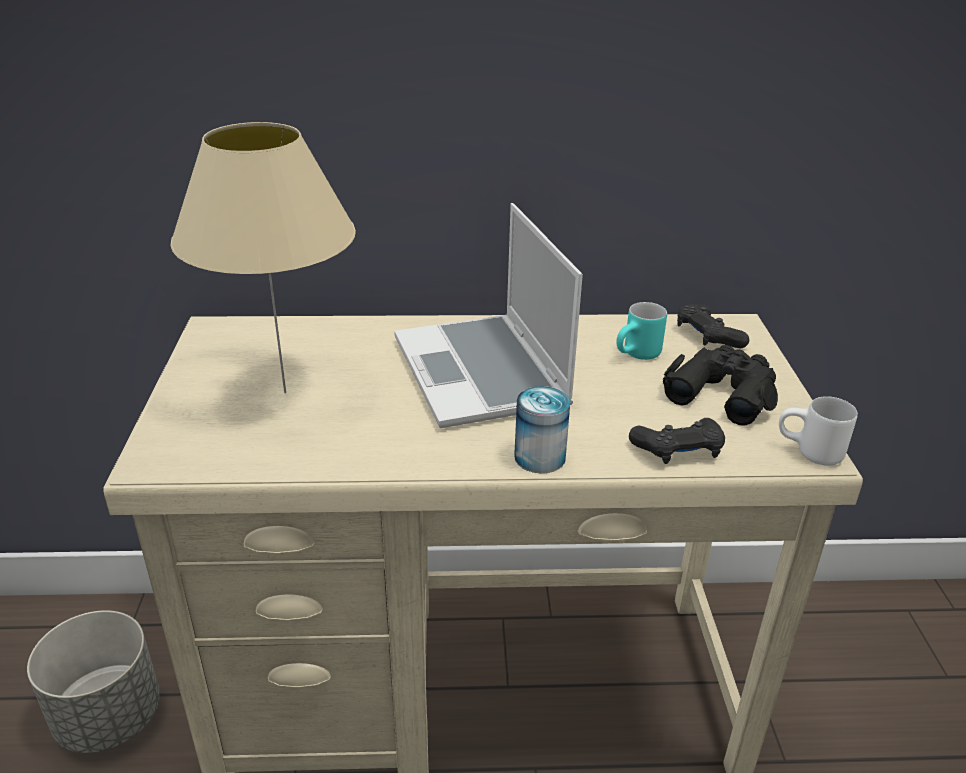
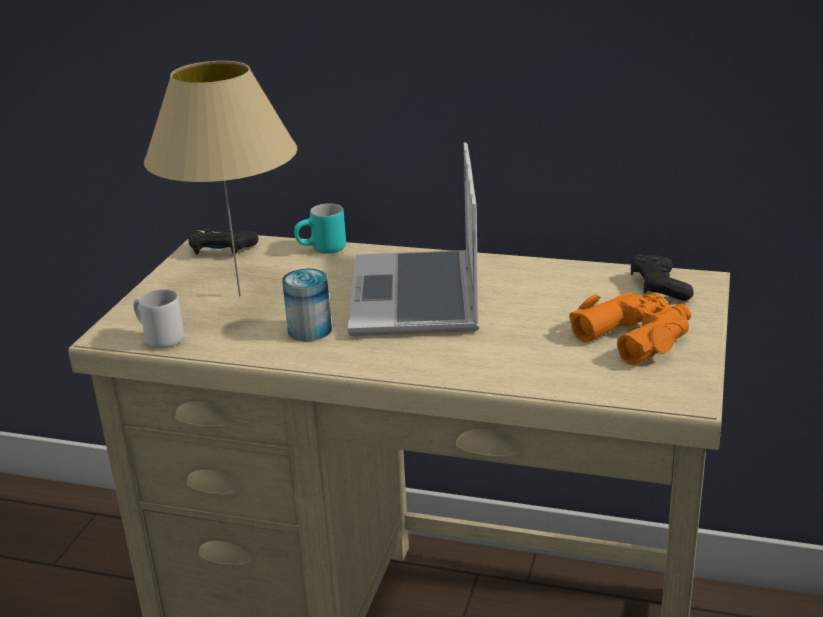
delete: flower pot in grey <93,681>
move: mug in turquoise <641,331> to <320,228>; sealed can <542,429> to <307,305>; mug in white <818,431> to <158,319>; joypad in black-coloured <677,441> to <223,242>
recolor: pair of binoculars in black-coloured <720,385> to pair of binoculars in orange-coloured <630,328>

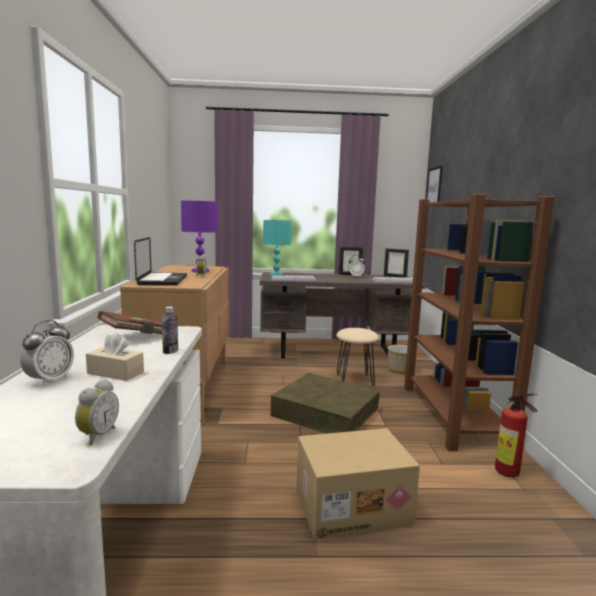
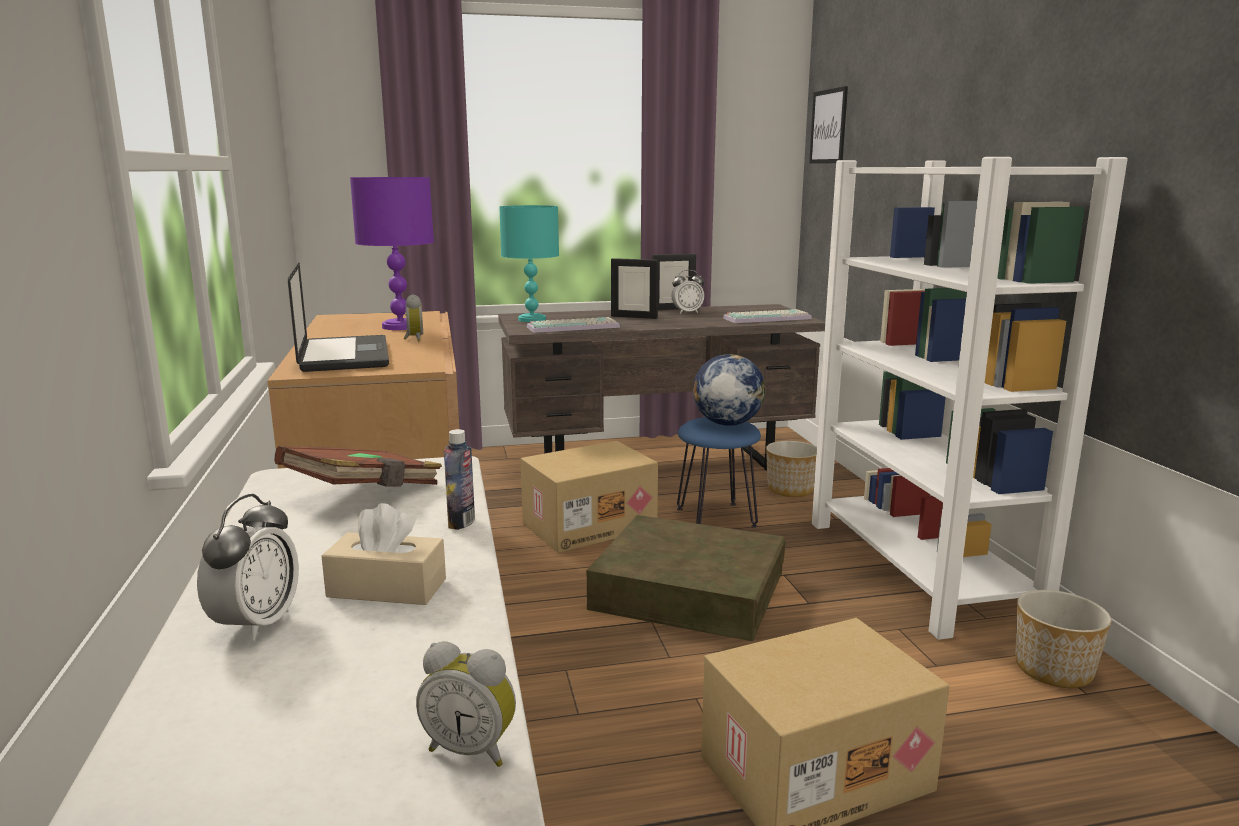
insert: globe <729,390>; packing box <589,497>
move: photo frame <396,263> to <634,288>
replace: fire-fighting cylinder <516,435> to flower pot <1063,639>
recolor: shelving unit in brown-coloured <479,322> to shelving unit in white <970,398>; stool seat in beige-coloured <357,357> to stool seat in blue <719,472>
rotate: table clock <97,412> = <466,704> 105 degrees clockwise

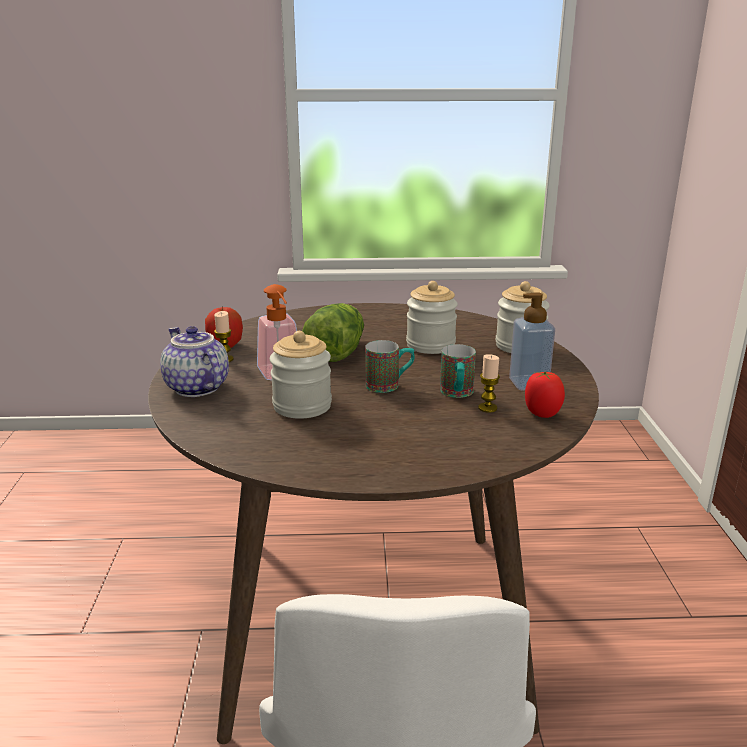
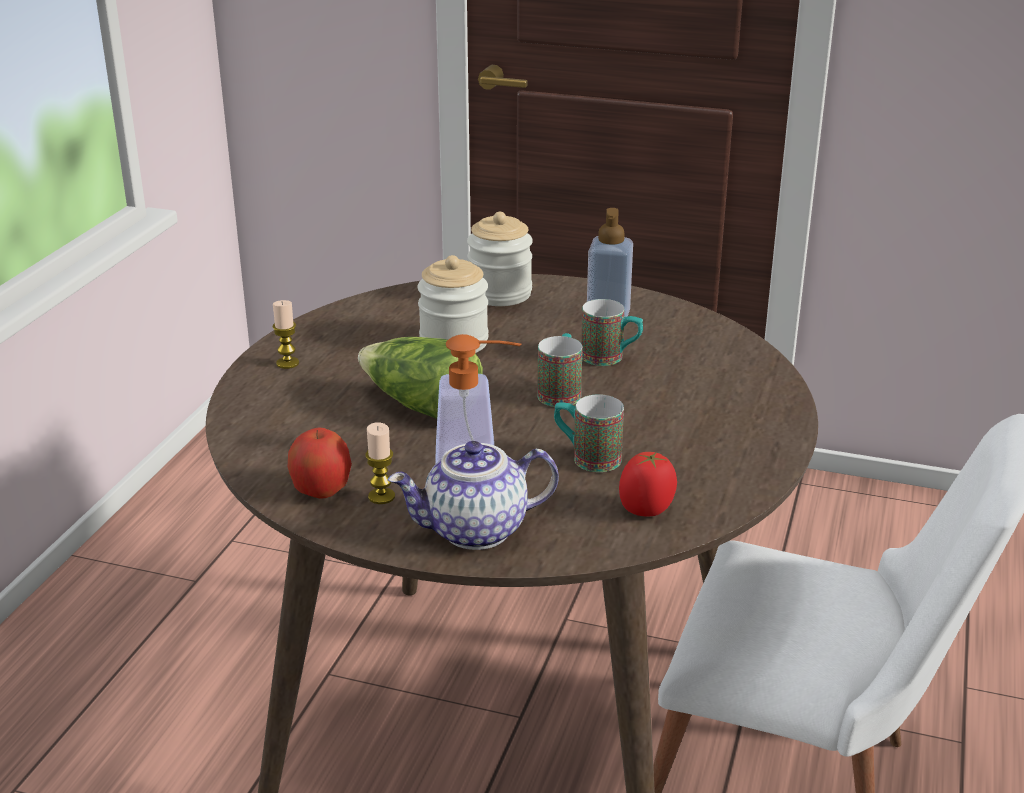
move: wax light <489,383> to <286,334>; fresh tomato <545,395> to <648,484>
replace: preserve jar <301,375> to mug <589,433>

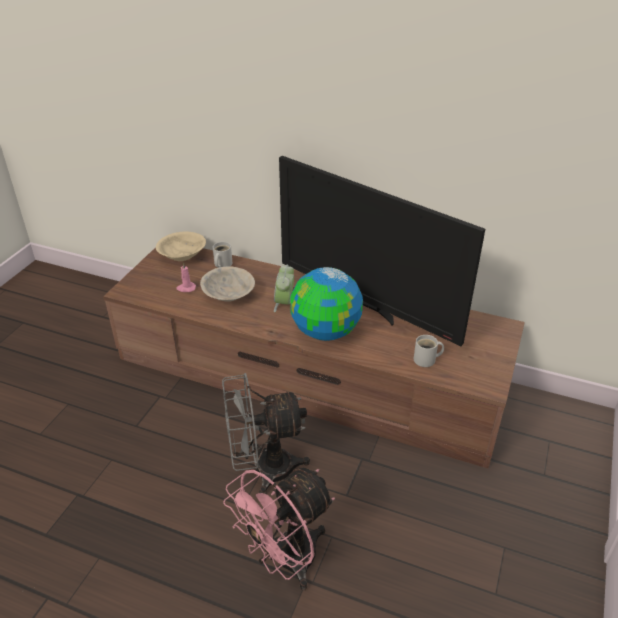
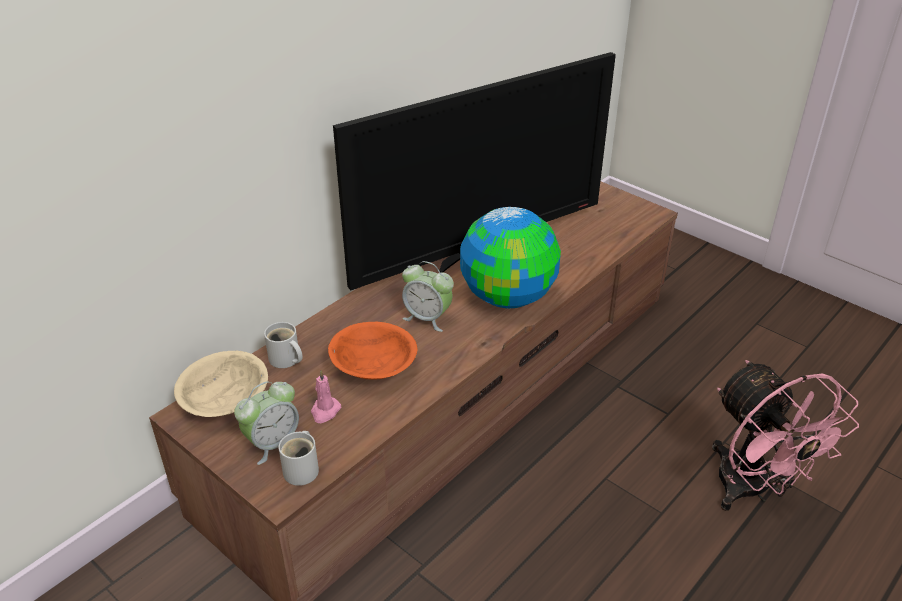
delete: fan in grey <266,433>
insert: table clock <266,423>
move: mug in white <429,351> to <298,458>
recolor: bowl in beige-coloured <227,284> to bowl in orange-coloured <373,351>

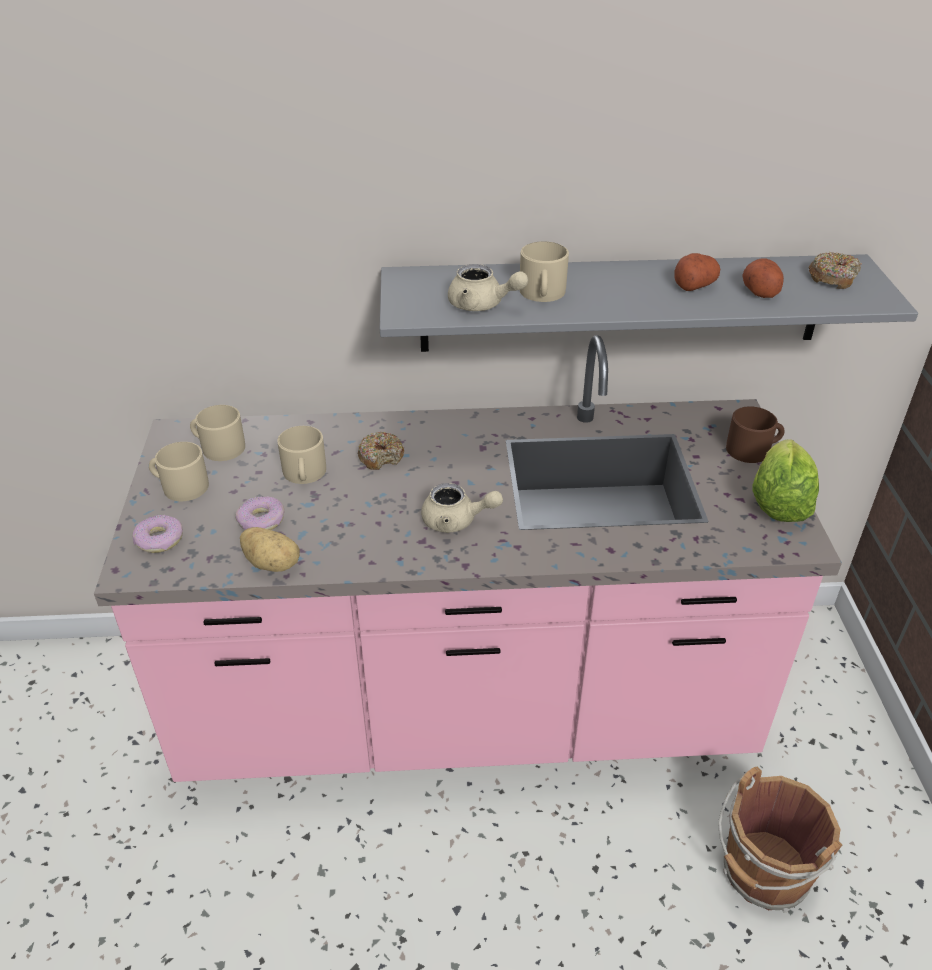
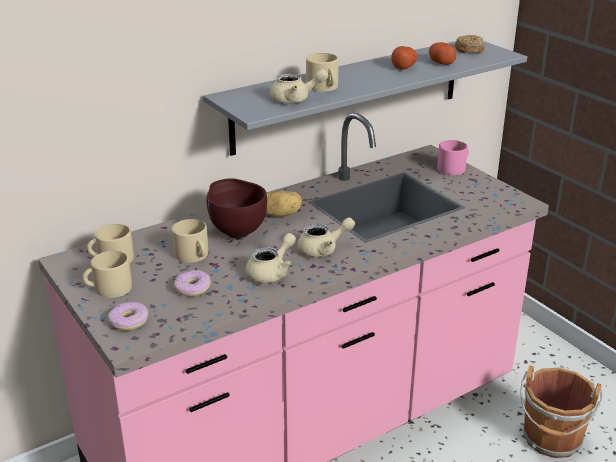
delete: lettuce <786,480>
insert: pot for tea in beige-coloured <270,258>
move: spud <270,549> to <284,204>
replace: doughnut <381,451> to bowl in brown-coloured <237,208>
recolor: mug in brown-coloured <755,434> to mug in pinkish <453,157>

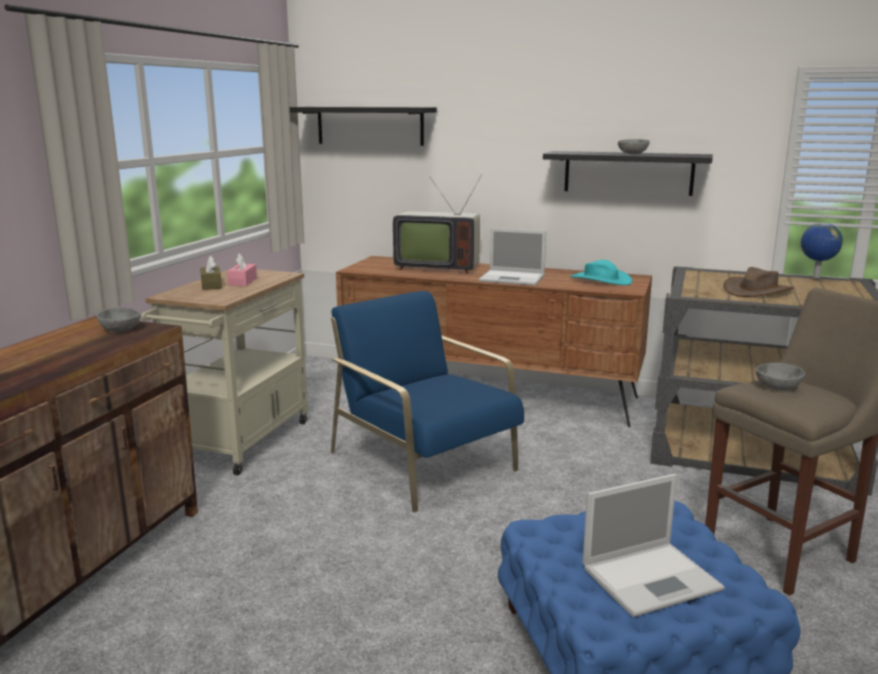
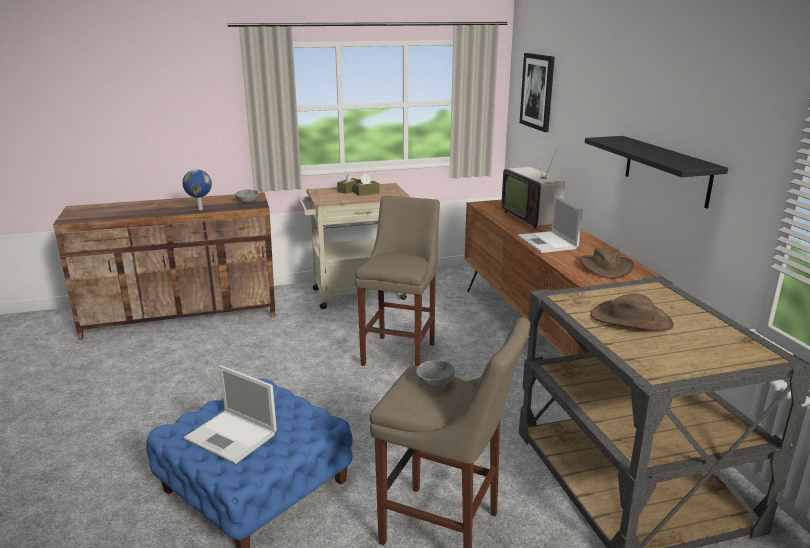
delete: bowl in grey <634,146>
move: globe <822,251> to <197,189>
replace: bracket shelf in black-coloured <363,126> to wall picture <537,92>; lounge chair in blue <427,402> to stool seat in beige-coloured <397,280>
recolor: tissue box in pinkish <242,269> to tissue box in brown-coloured <366,185>; clothing hat in turquoise <601,272> to clothing hat in brown-coloured <607,263>

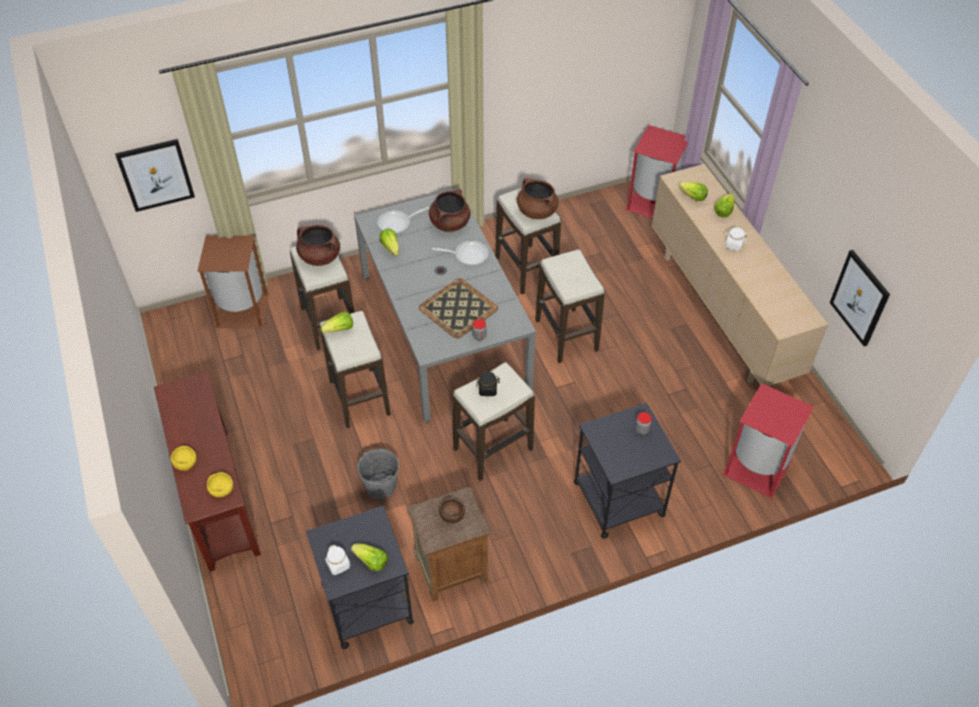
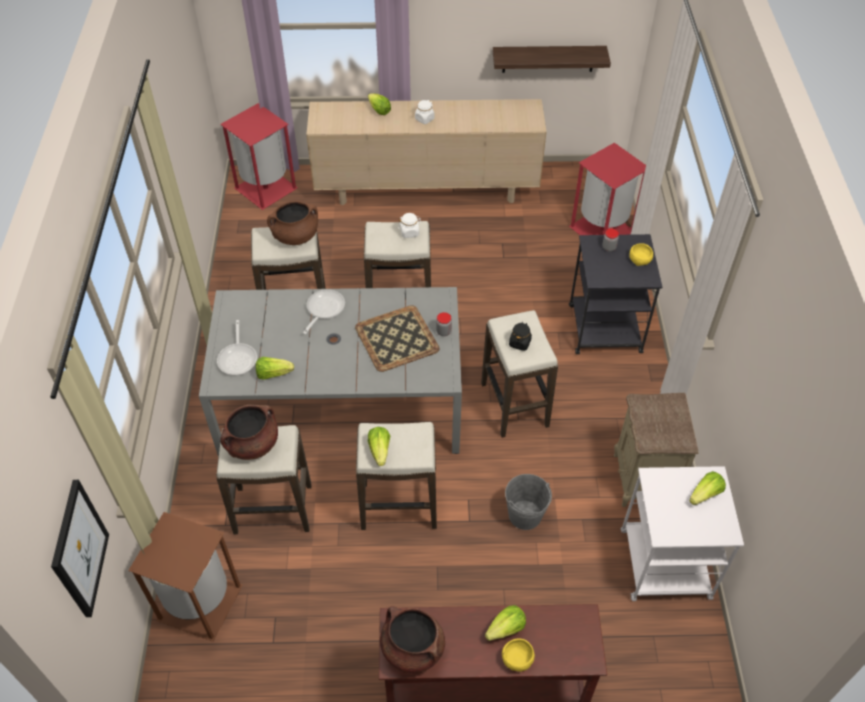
delete: bowl in brown-coloured <452,510>
move: lettuce <693,191> to <505,623>; stockpot in brown-coloured <449,210> to <412,640>; bowl in yellow-coloured <220,484> to <641,254>; preserve jar in white <337,560> to <409,225>
replace: wall picture <860,298> to bracket shelf <552,59>
recolor: cart in black-coloured <360,577> to cart in white <682,533>

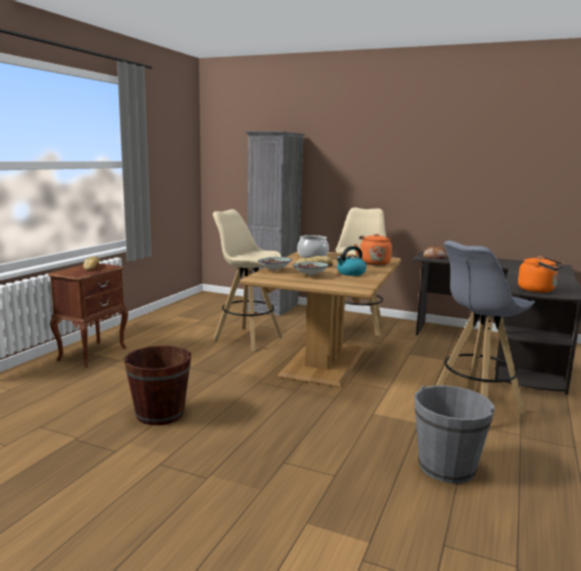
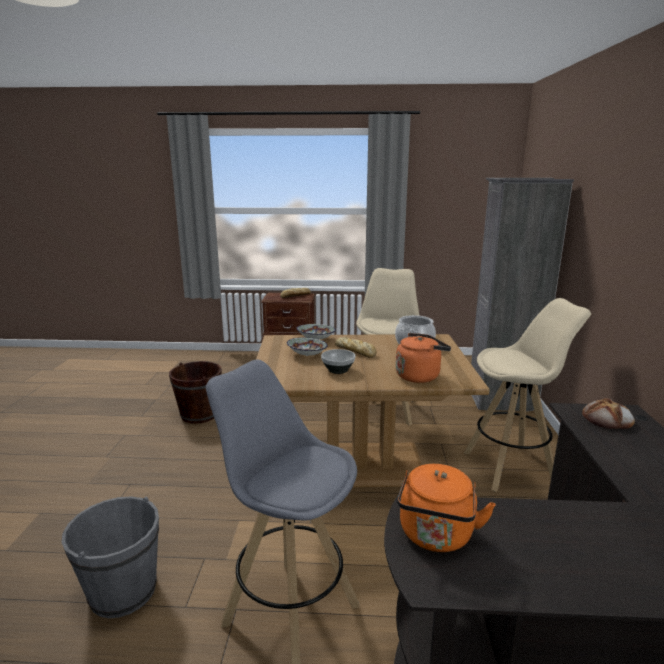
replace: water kettle <351,261> to bowl <338,361>

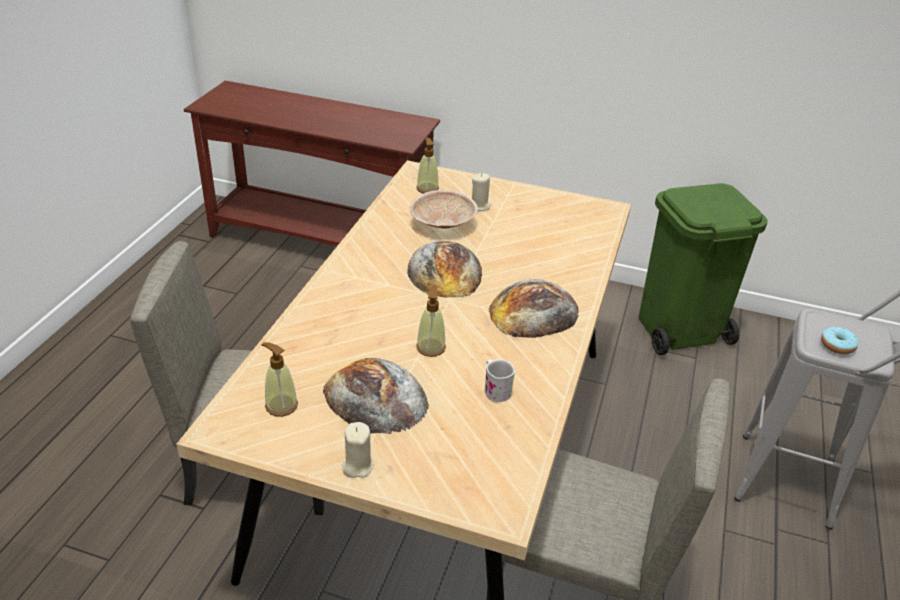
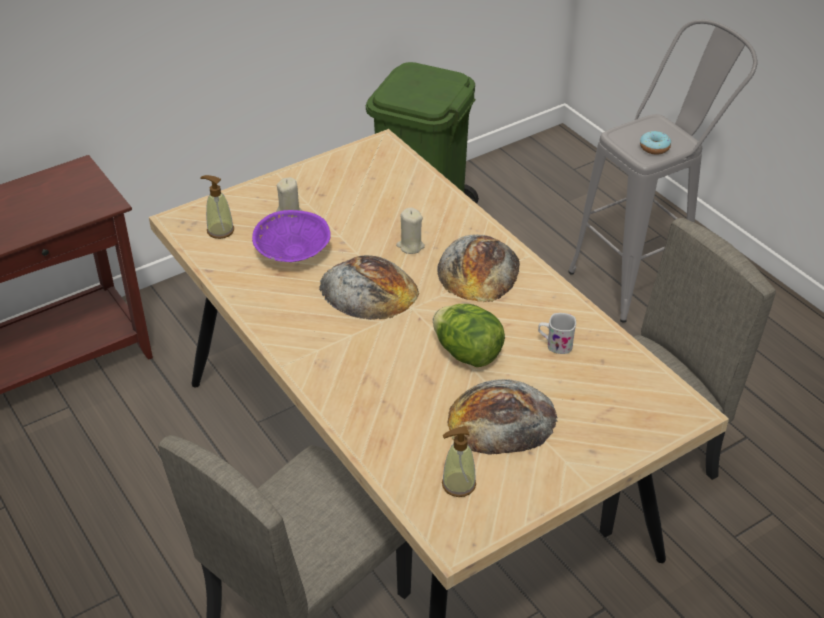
move: wax light in beige-coloured <358,450> to <410,230>
replace: soap dispenser <431,321> to lettuce <469,335>
recolor: bowl in beige-coloured <444,209> to bowl in purple <291,236>

